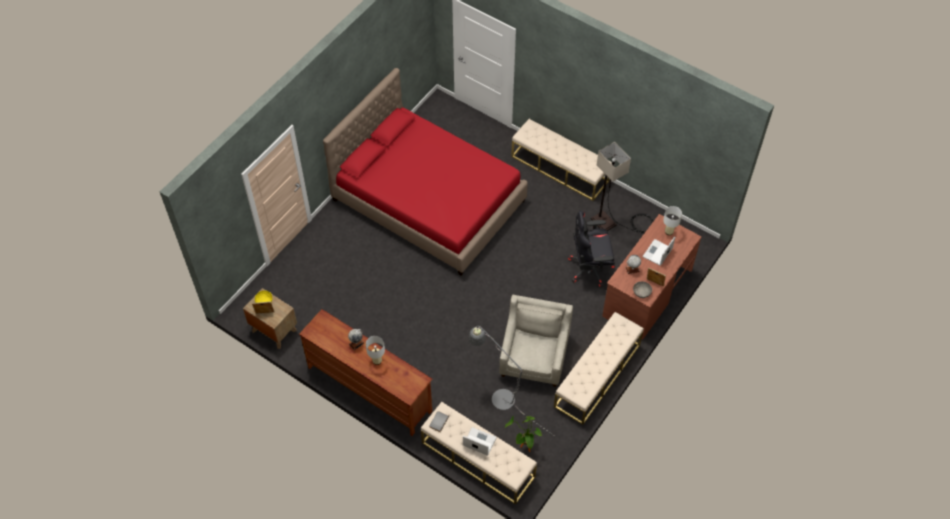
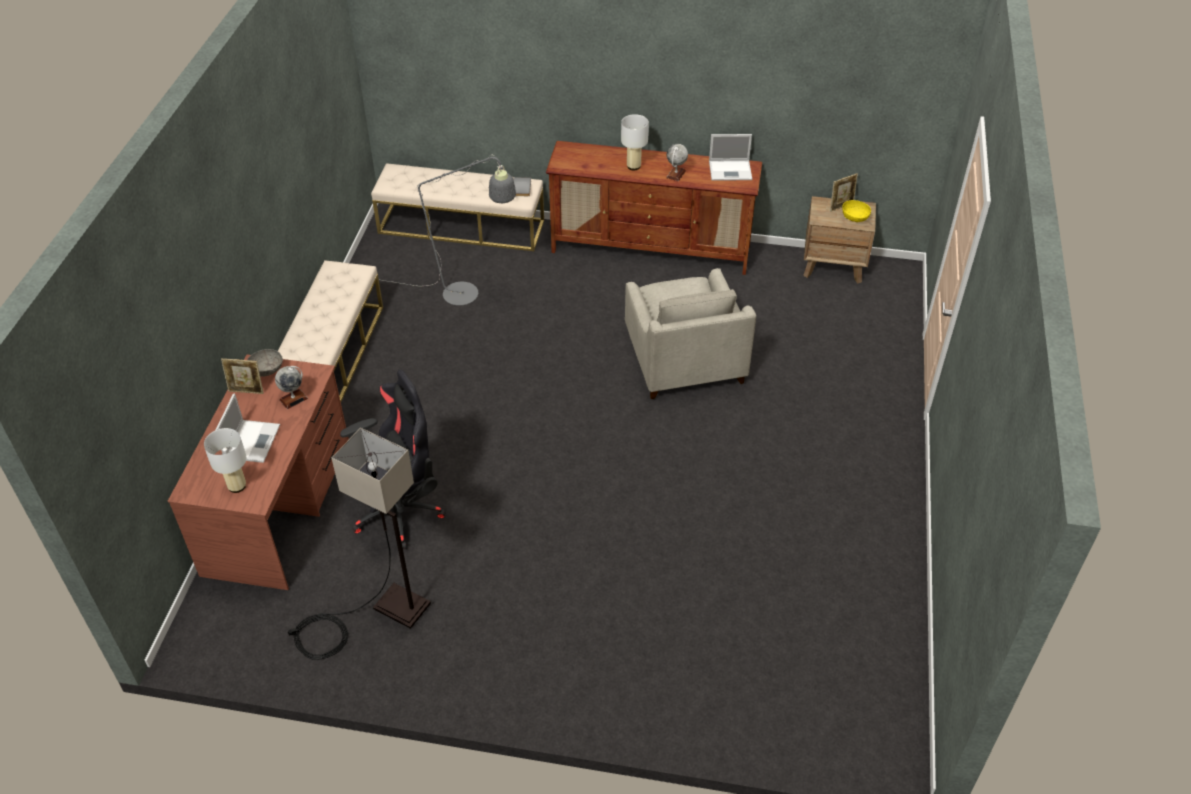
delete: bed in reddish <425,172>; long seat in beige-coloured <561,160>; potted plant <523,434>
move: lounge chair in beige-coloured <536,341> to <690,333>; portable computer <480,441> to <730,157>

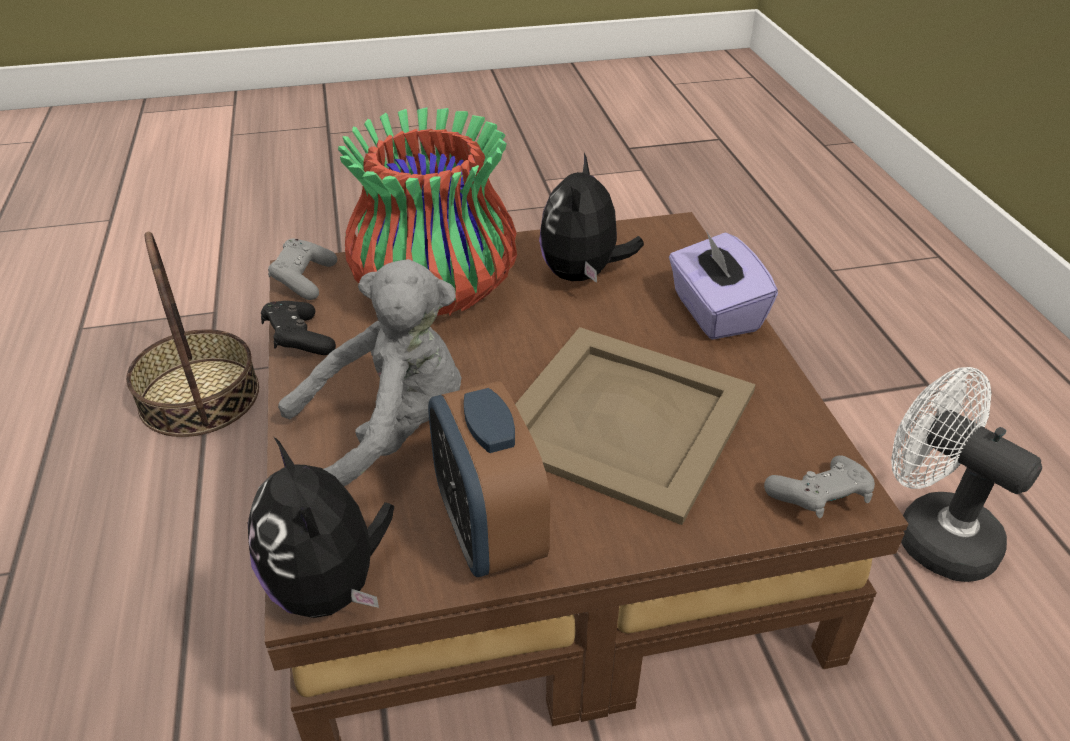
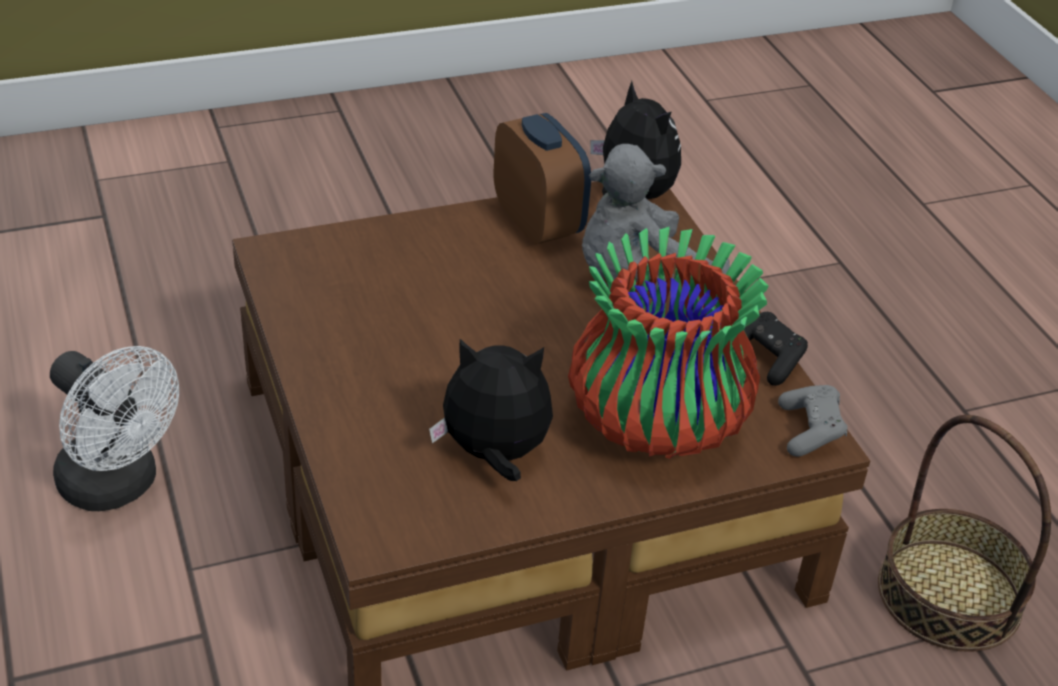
delete: tissue box in purple <723,285>; carrying tray in beige-coloured <635,426>; joypad in grey <819,486>
rotate: plush toy <591,218> = <491,410> 90 degrees counterclockwise

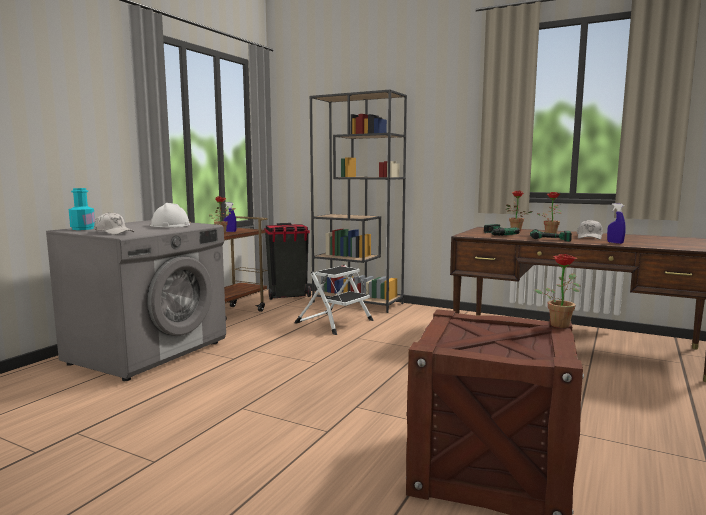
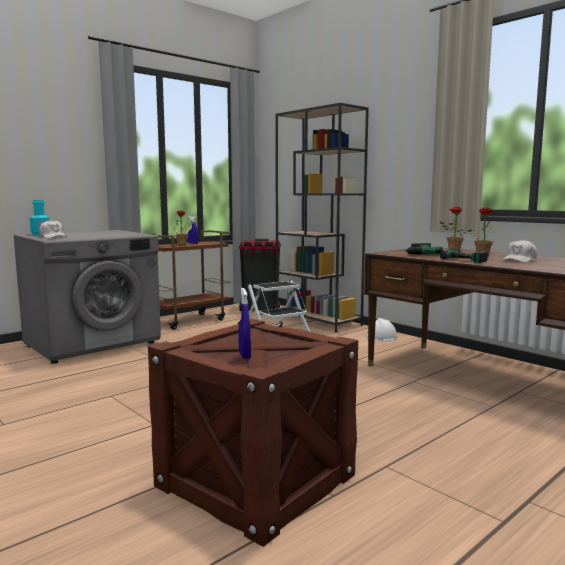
delete: potted plant <557,291>
move: safety helmet in white <170,215> to <381,329>; spray bottle in blue <616,223> to <244,323>

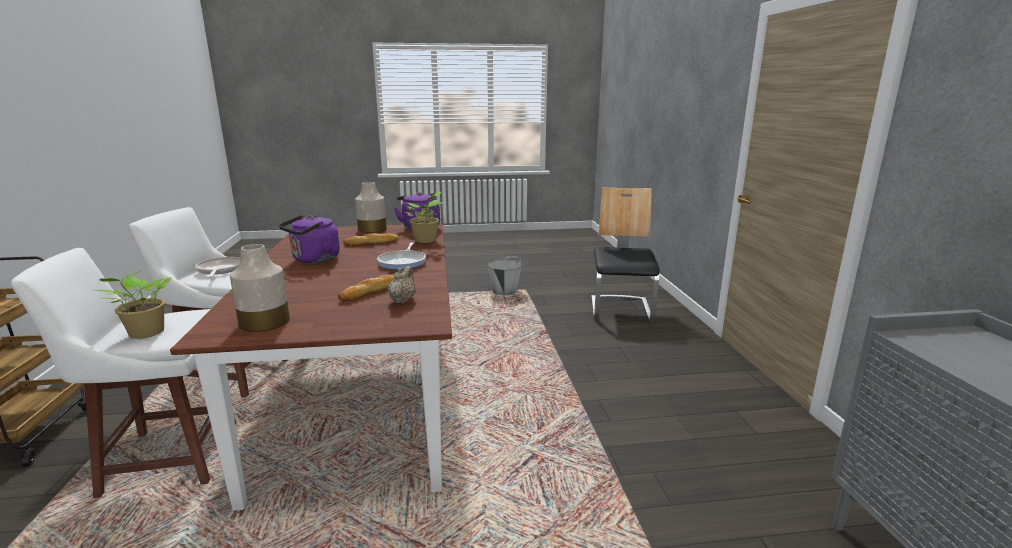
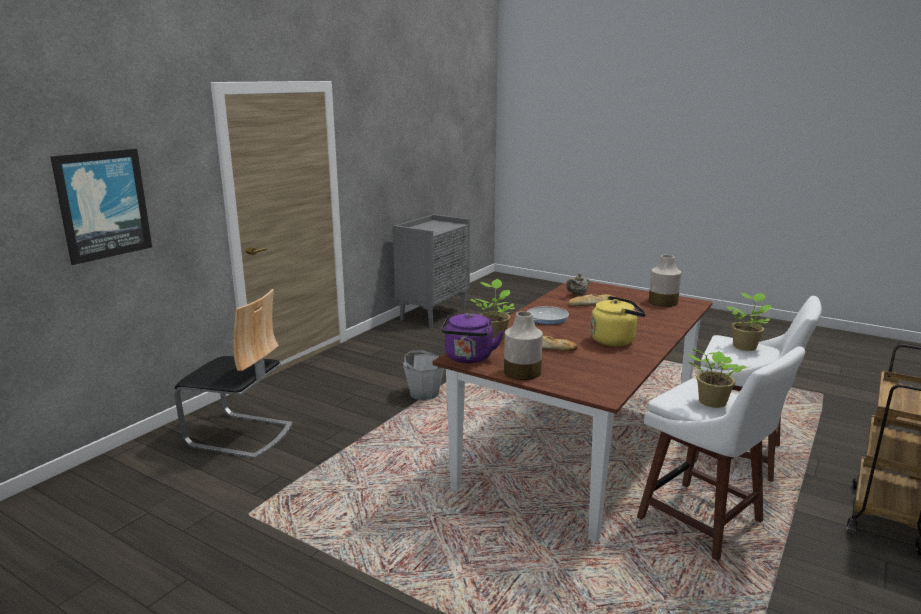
insert: wall picture <101,207>
move: pail in grey <504,276> to <423,375>
replace: pan <217,267> to potted plant <716,378>
recolor: water kettle in purple <309,239> to water kettle in yellow-coloured <618,321>
rotate: chair <625,254> = <233,374> 120 degrees counterclockwise

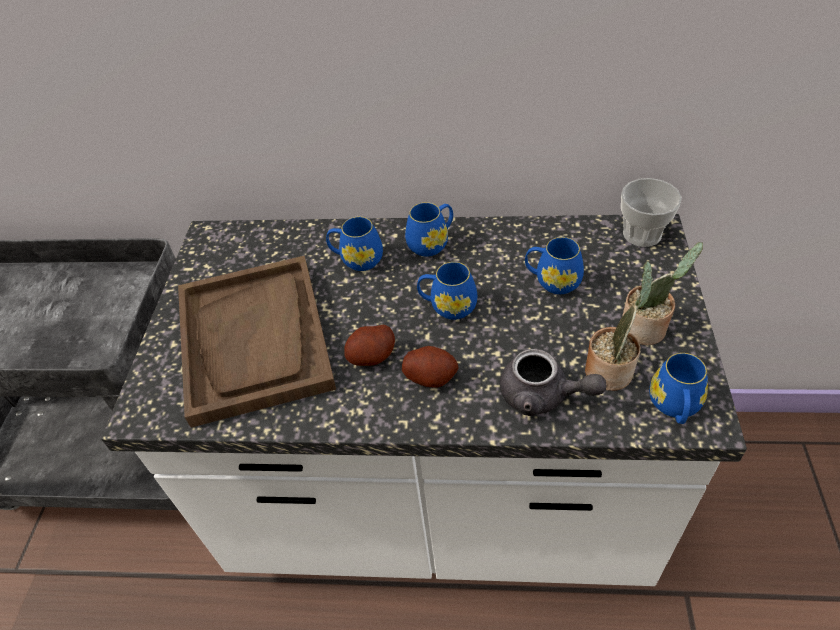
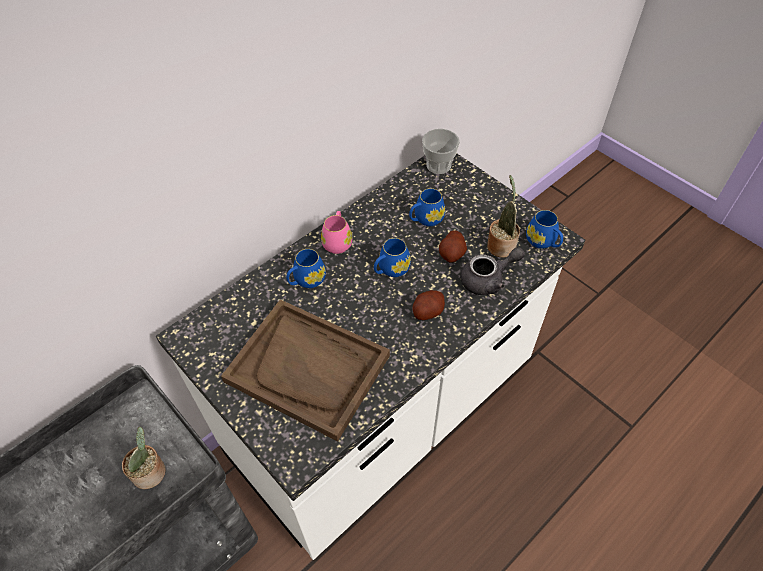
move: potted plant <662,293> to <144,458>; spud <369,345> to <453,246>
recolor: mug in blue <429,229> to mug in pinkish <336,232>

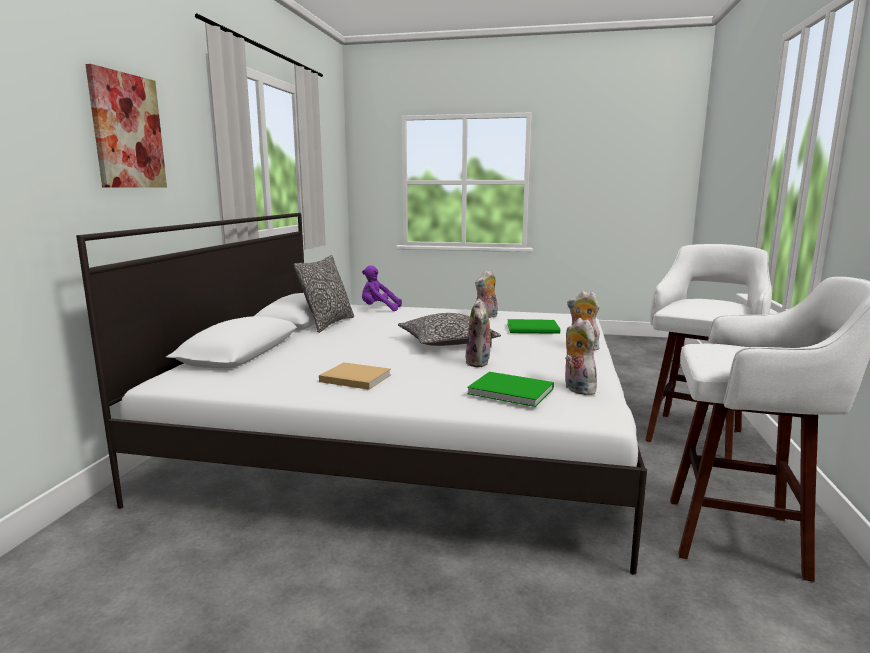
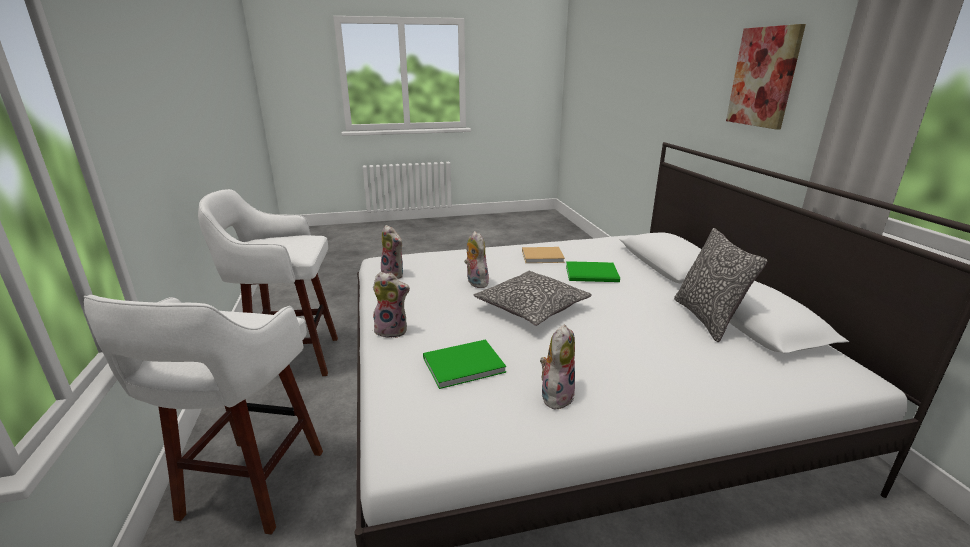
delete: plush toy in purple <382,288>
move: volume in green-coloured <510,389> to <593,271>

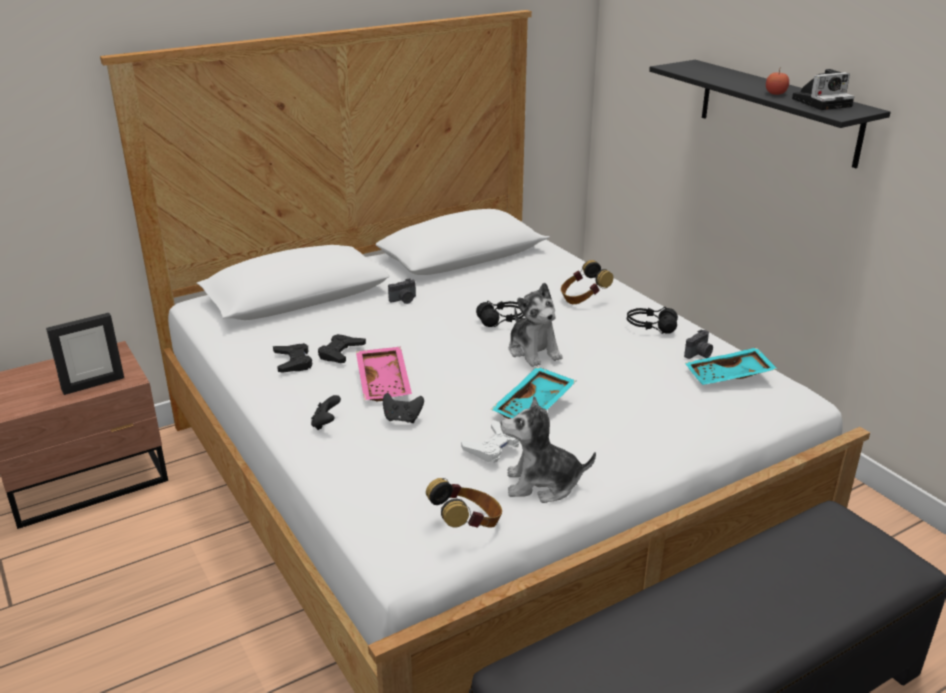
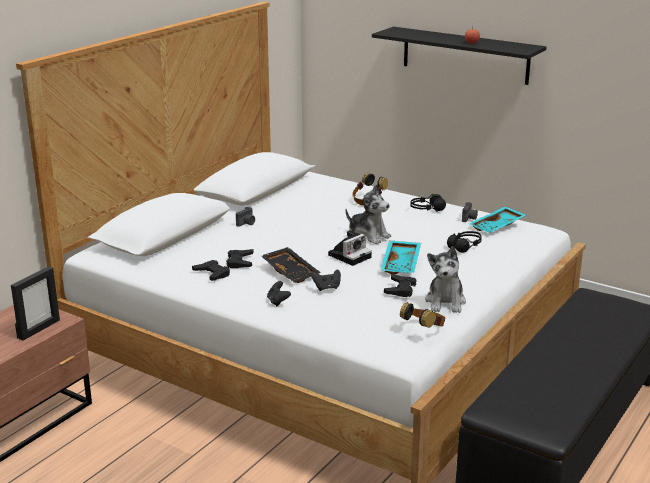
move: photo camera <823,89> to <350,248>; headphones in black-coloured <500,314> to <464,242>
recolor: carrying tray in pinkish <384,374> to carrying tray in black-coloured <291,265>; joypad in white <490,441> to joypad in black-coloured <400,285>
rotate: plush toy <548,449> = <445,279> 60 degrees counterclockwise

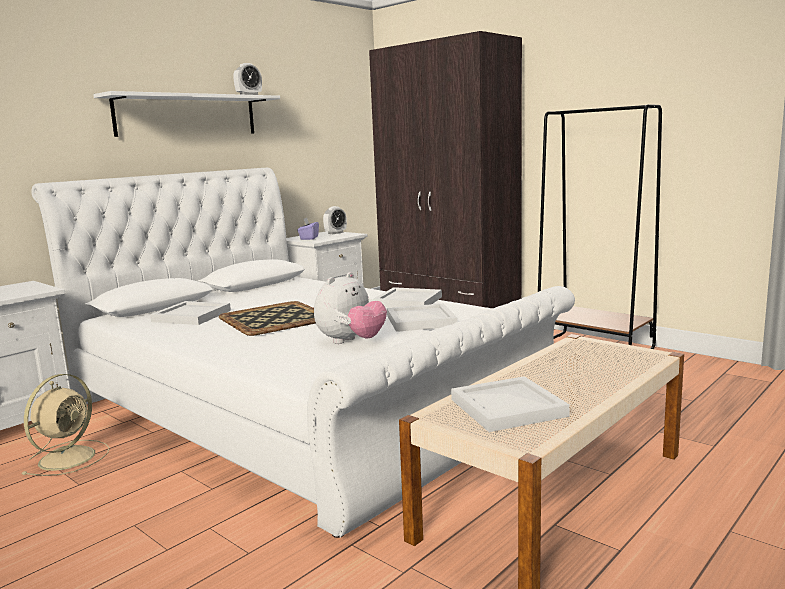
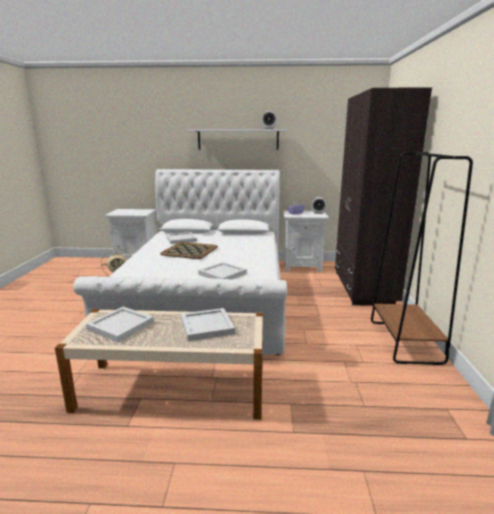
delete: plush toy <350,308>
move: carrying tray in white <407,297> to <208,324>

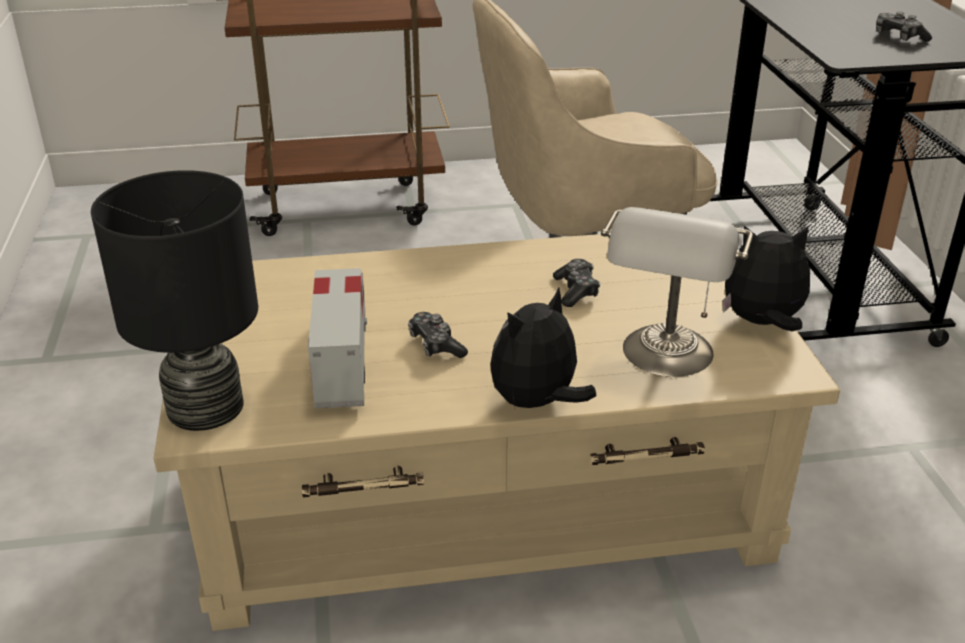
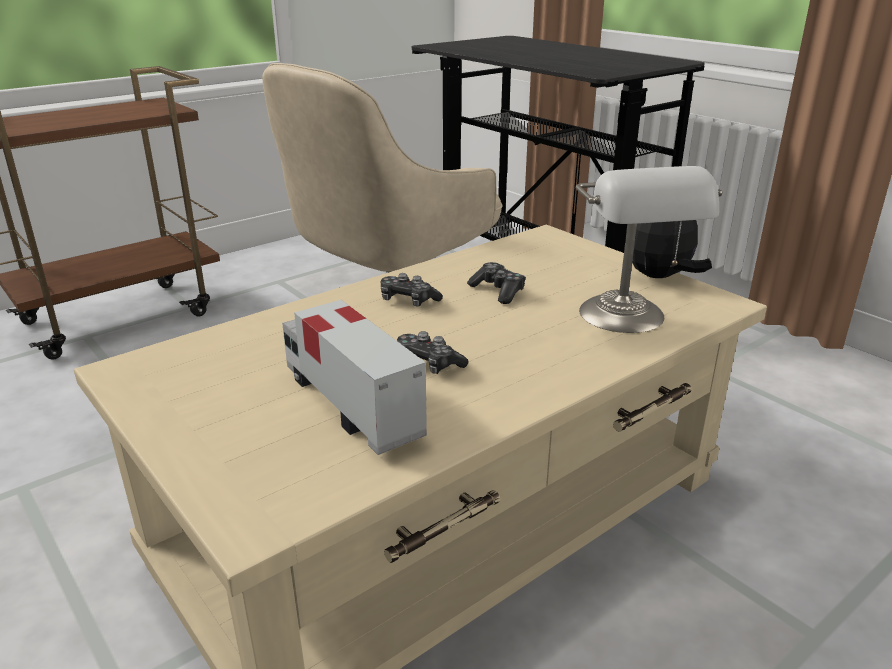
delete: table lamp in black-coloured <174,300>; plush toy <543,348>
move: joypad <904,26> to <412,290>

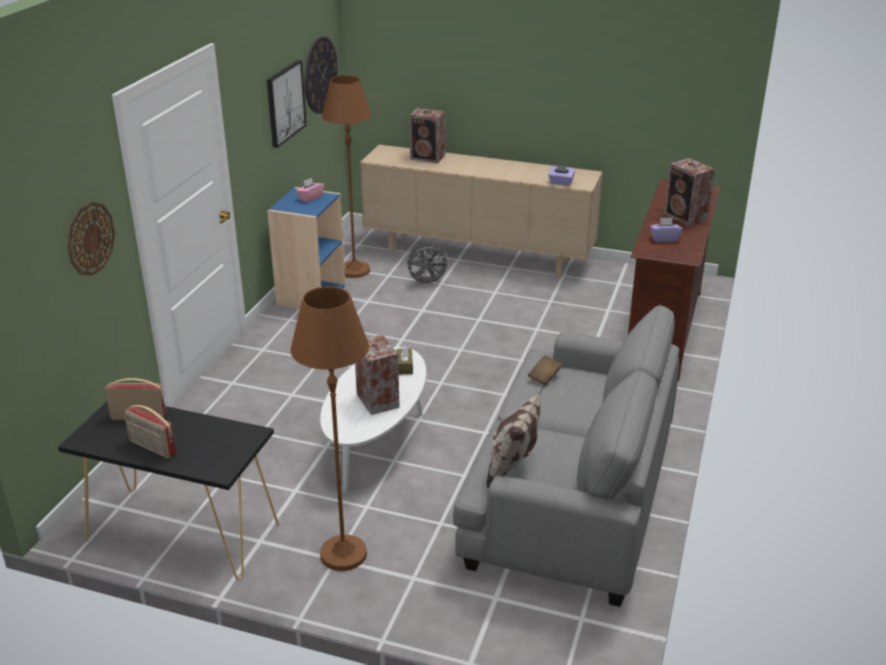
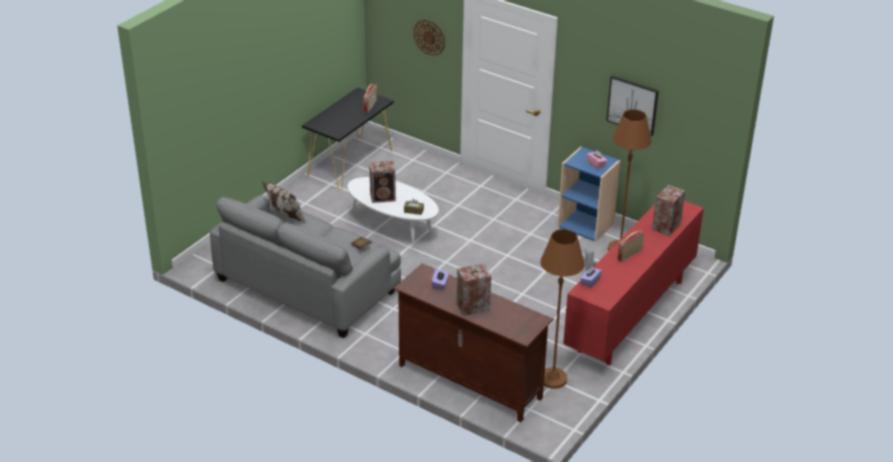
delete: hanging clock <321,75>
move: standing lamp in brown-coloured <329,428> to <562,309>; radio <150,432> to <630,246>
recolor: cabinet in beige-coloured <481,211> to cabinet in reddish <633,283>

